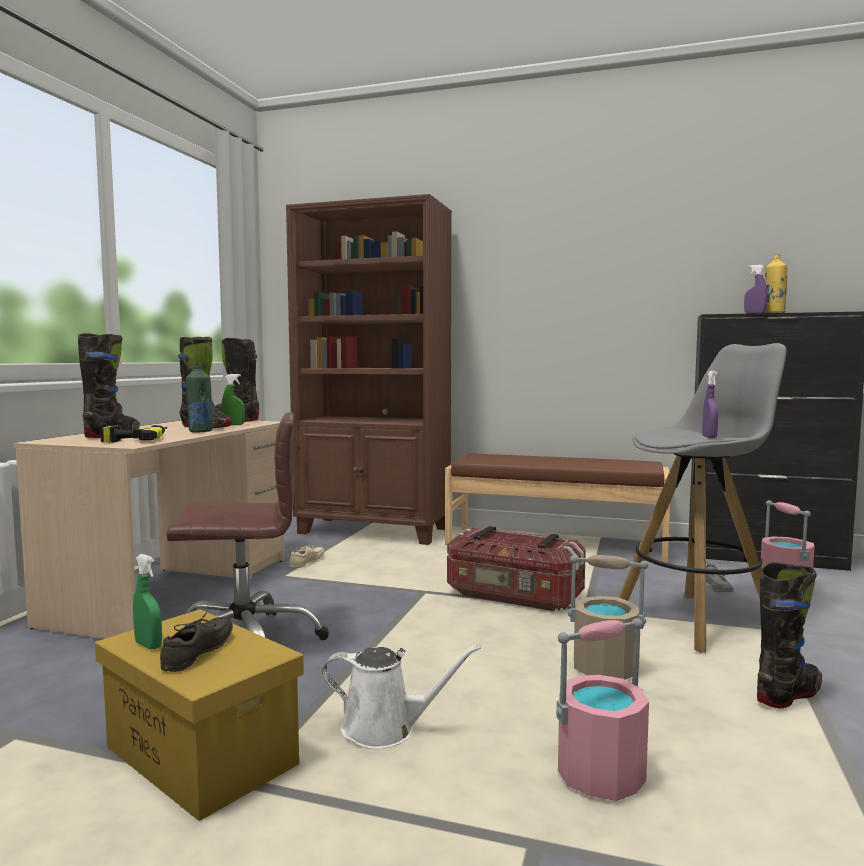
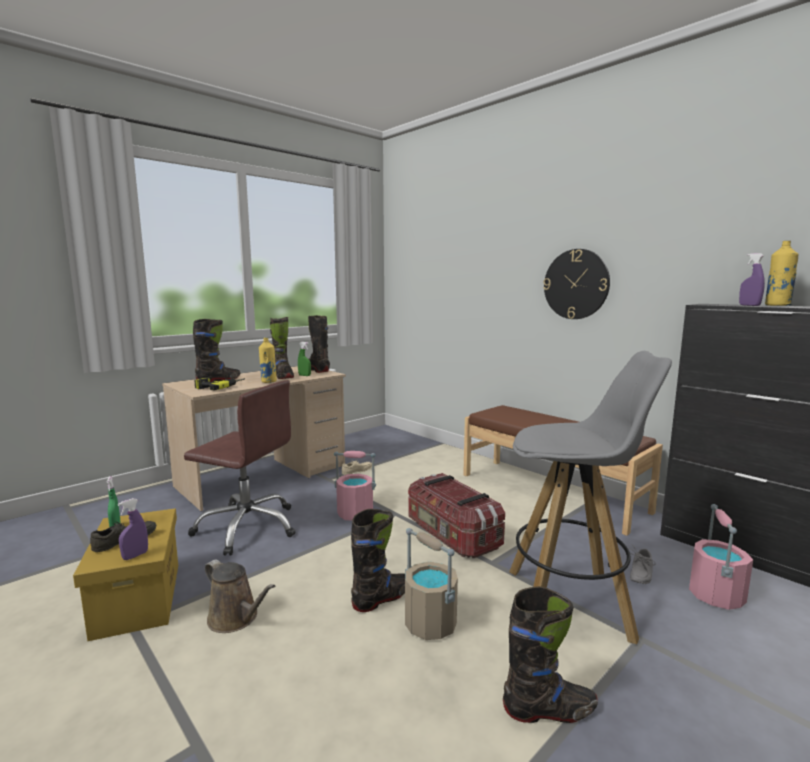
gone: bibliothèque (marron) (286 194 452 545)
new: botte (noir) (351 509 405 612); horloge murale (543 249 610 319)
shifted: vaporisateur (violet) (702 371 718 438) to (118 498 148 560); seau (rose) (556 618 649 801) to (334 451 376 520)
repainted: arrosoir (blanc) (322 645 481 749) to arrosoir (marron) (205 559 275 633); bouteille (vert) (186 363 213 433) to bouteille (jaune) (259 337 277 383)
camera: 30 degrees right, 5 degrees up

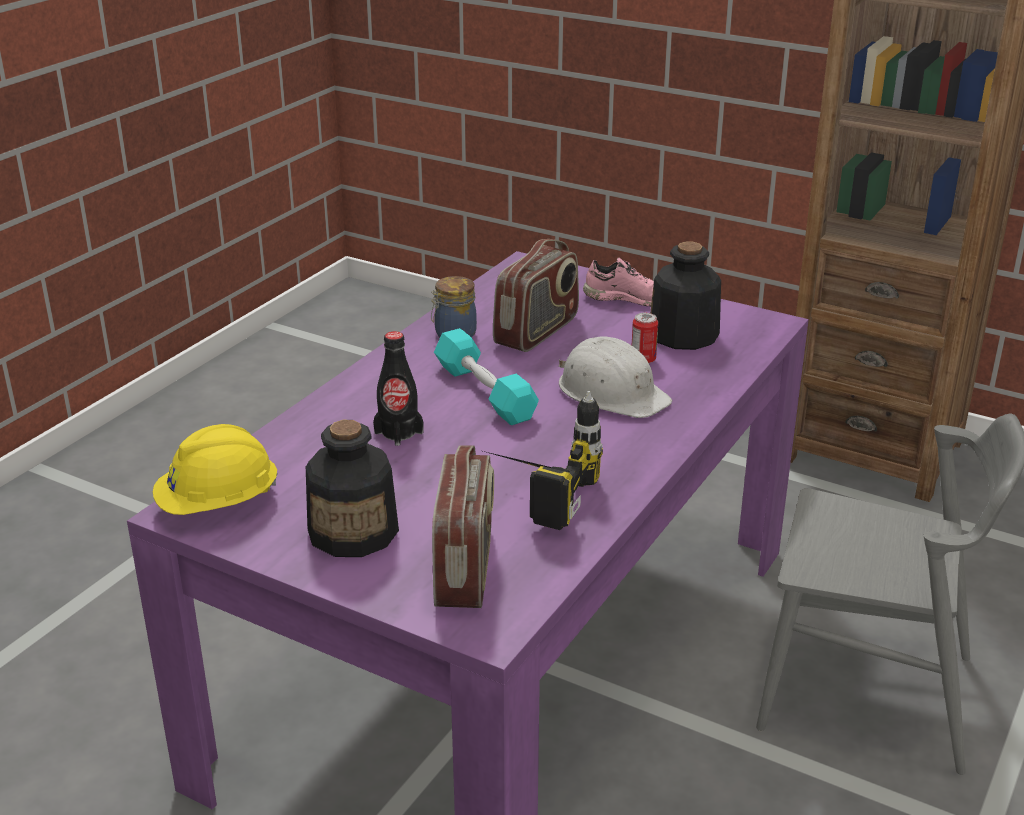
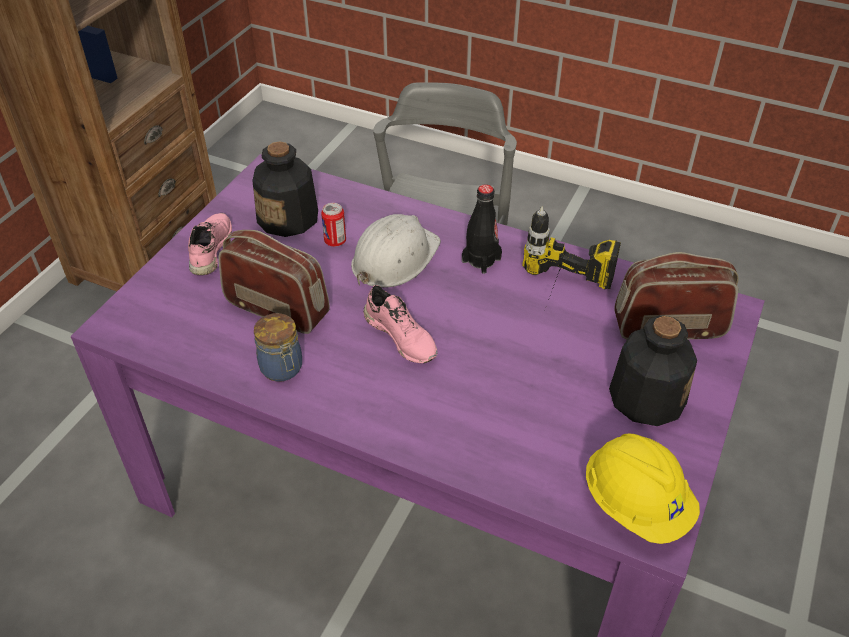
shifted: bouteille (noir) (373 331 424 446) to (462 184 502 274)
swapped: haltère (turquoise) (434 328 539 425) to chaussure (rose) (363 285 437 363)
camera: 95 degrees left, 15 degrees up

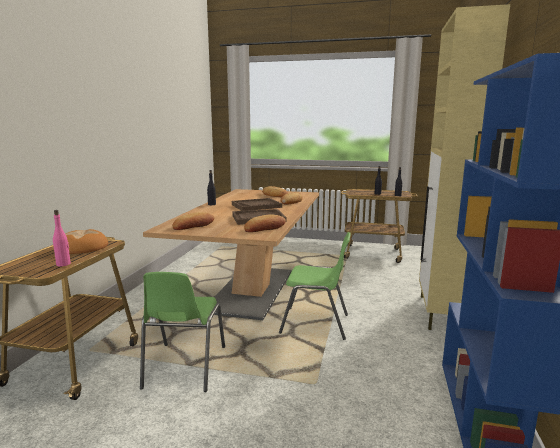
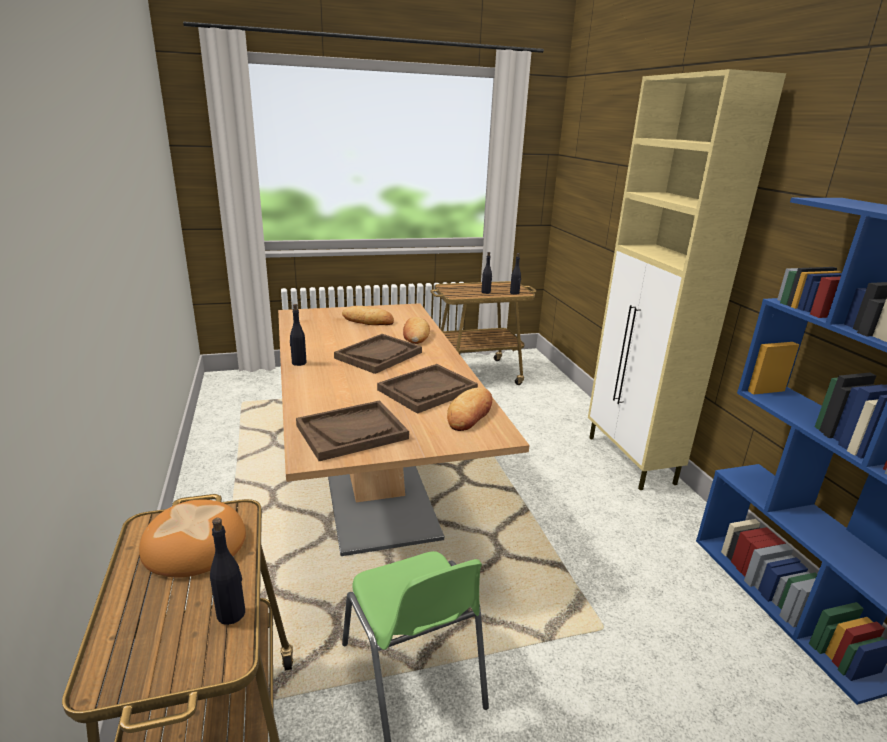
gone: chaise (vert) (279 232 351 340)
swapped: pain (172 212 214 230) to plateau (marron) (296 400 409 461)
repainted: bouteille (rose) (53 210 71 267) to bouteille (noir) (210 518 245 625)
camera: 30 degrees left, 10 degrees up

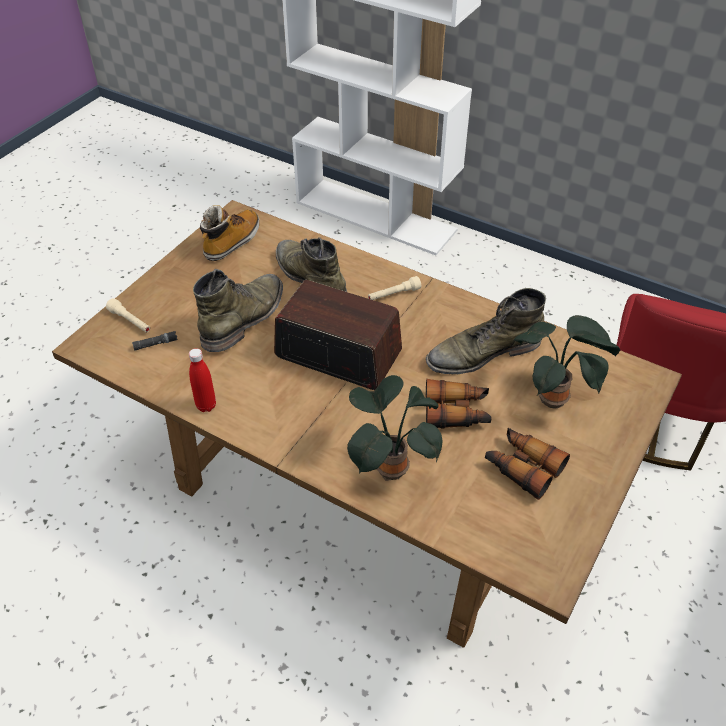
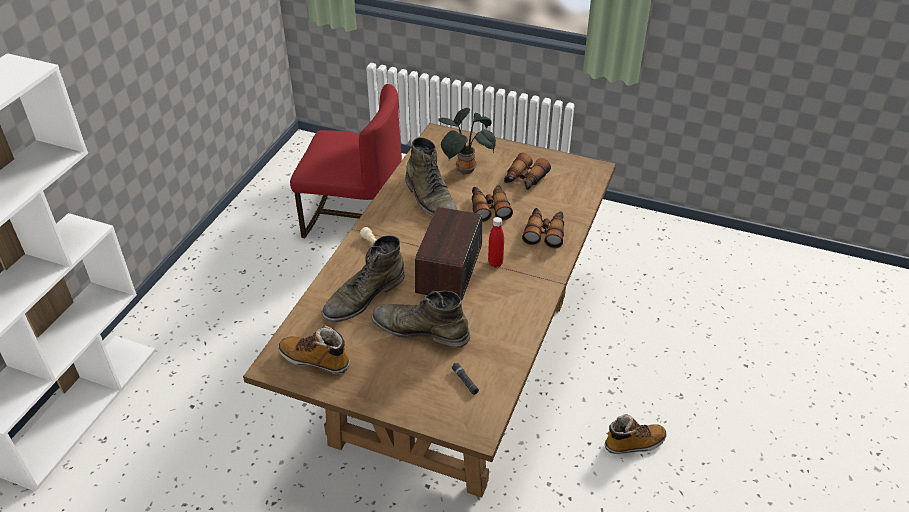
gone: lampe de poche (beige) (106 298 150 333)
new: botte (605 414 667 454)
shifted: bouteille (rouge) (189 348 216 412) to (488 217 504 268)
swapped: plante en pot (347 375 443 481) to jumelles (522 208 564 248)
camera: 100 degrees left, 5 degrees down

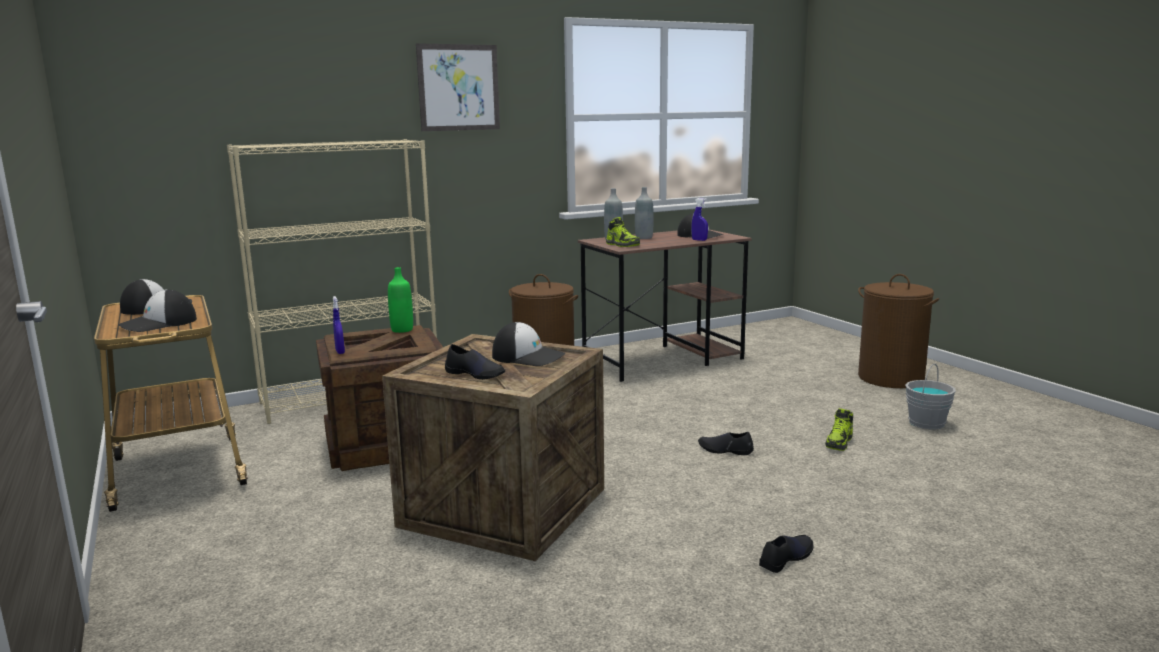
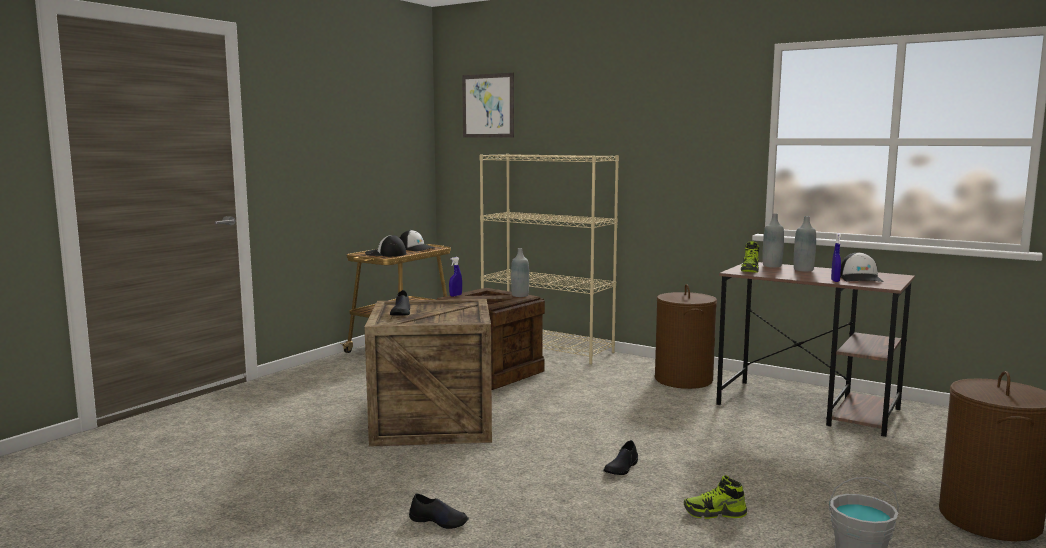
gone: casquette (492 322 565 366)
shifted: tableau (416 43 500 131) to (462 73 514 138)
repainted: bouteille (vert) (388 267 413 333) to bouteille (gris) (511 248 529 297)
rotated: chaussure (noir) (698 432 754 455) = (603 440 638 475) 135 degrees counterclockwise
camera: 60 degrees right, 5 degrees down

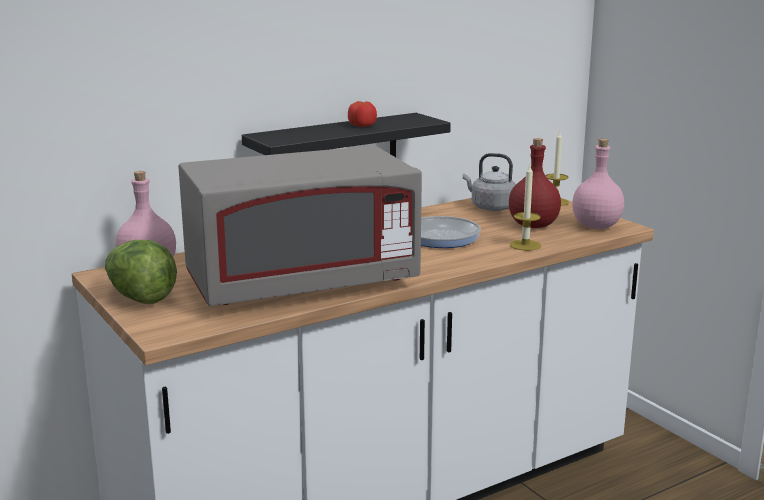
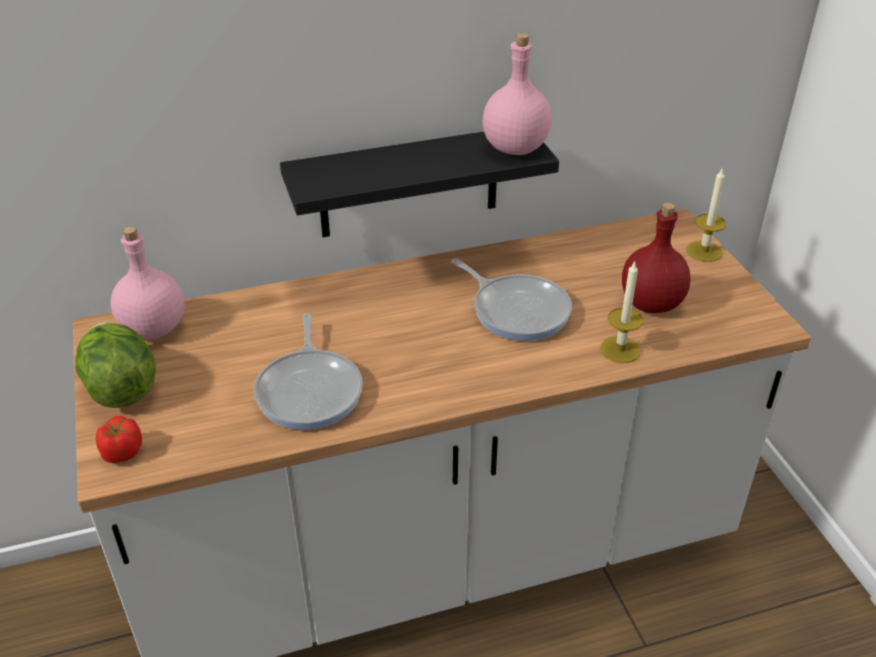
gone: bouilloire (gris) (463 153 516 211)
shifted: tomate (348 101 377 127) to (96 416 142 464); bouteille (rose) (572 139 624 229) to (482 33 552 155)
swapped: micro-ondes (gris) (178 146 422 306) to poêle (254 314 363 430)
camera: 15 degrees right, 20 degrees up

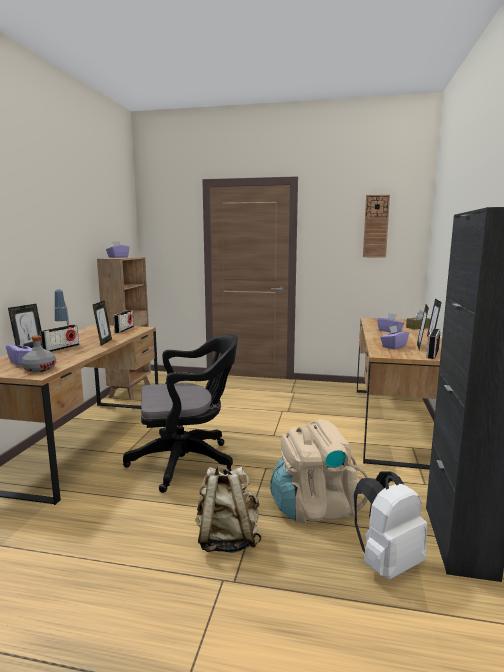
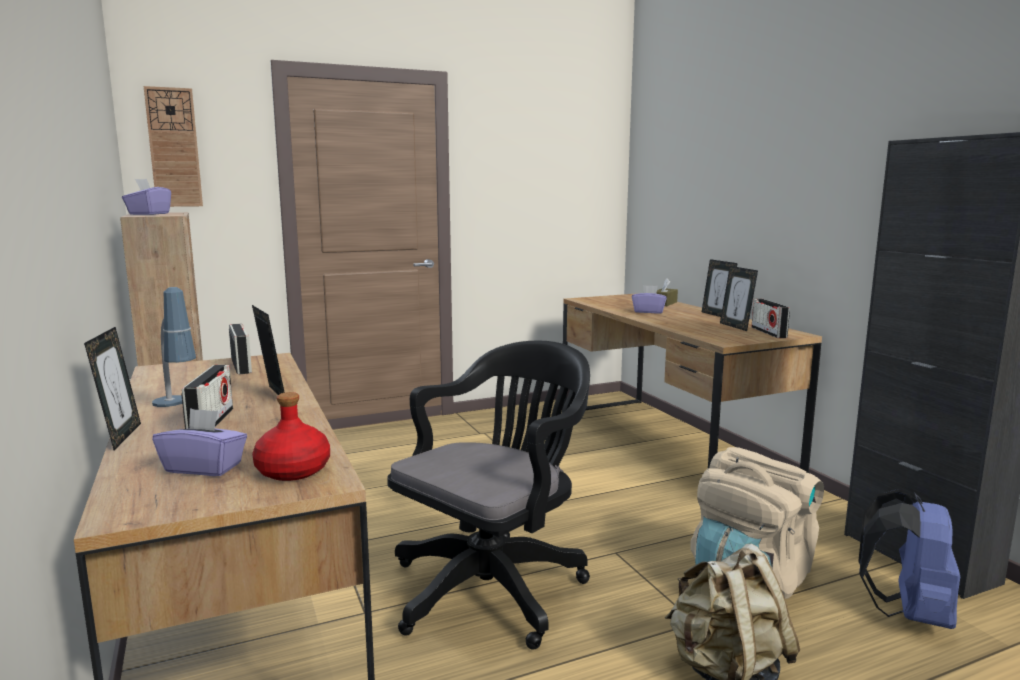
gone: boîte à mouchoirs (violet) (380 326 409 349)
shifted: horloge murale (363 195 390 258) to (144 86 203 207)
repainted: bouteille (gris) (21 335 56 372) to bouteille (rouge) (252 392 330 481); sac à dos (blanc) (354 472 427 580) to sac à dos (bleu) (858 489 960 629)
camera: 35 degrees left, 0 degrees up

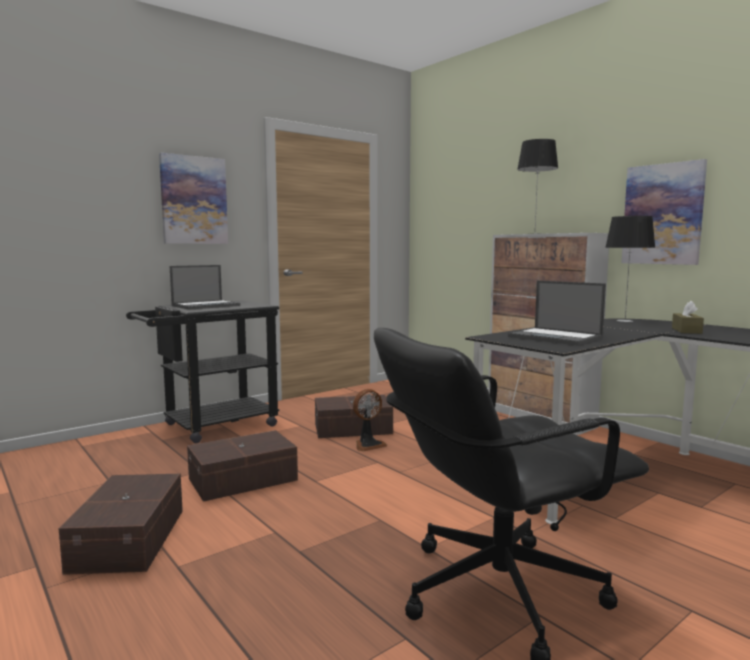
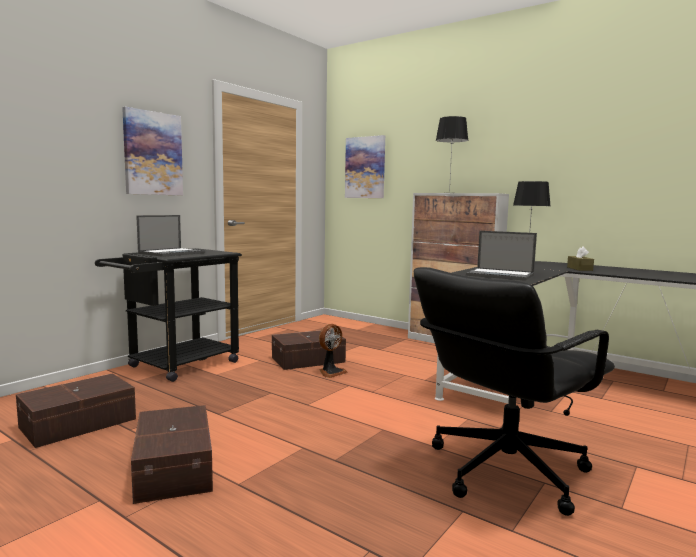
shifted: boîte de rangement (marron) (187 430 298 502) to (16 373 136 448); tableau (621 159 707 265) to (345 135 385 198)
camera: 15 degrees left, 0 degrees up

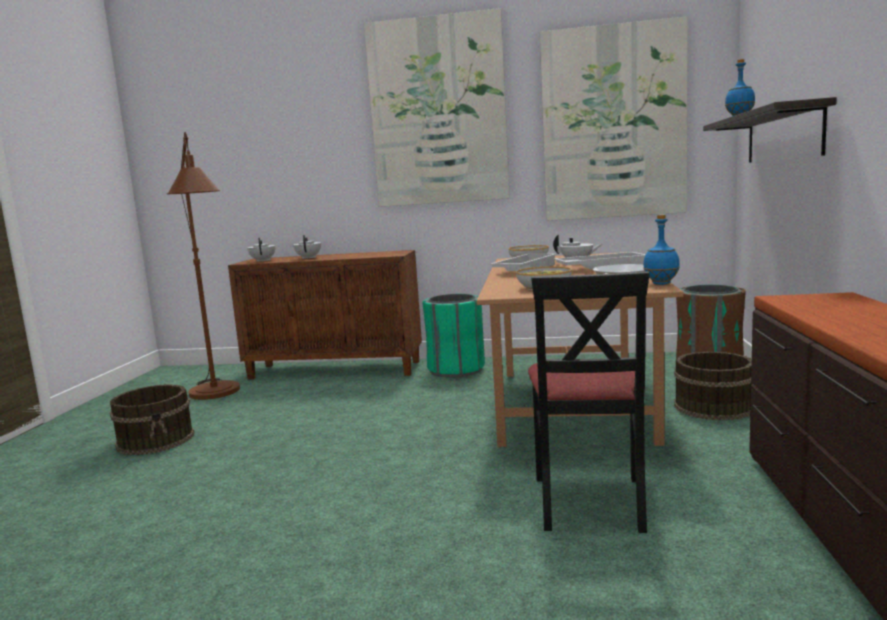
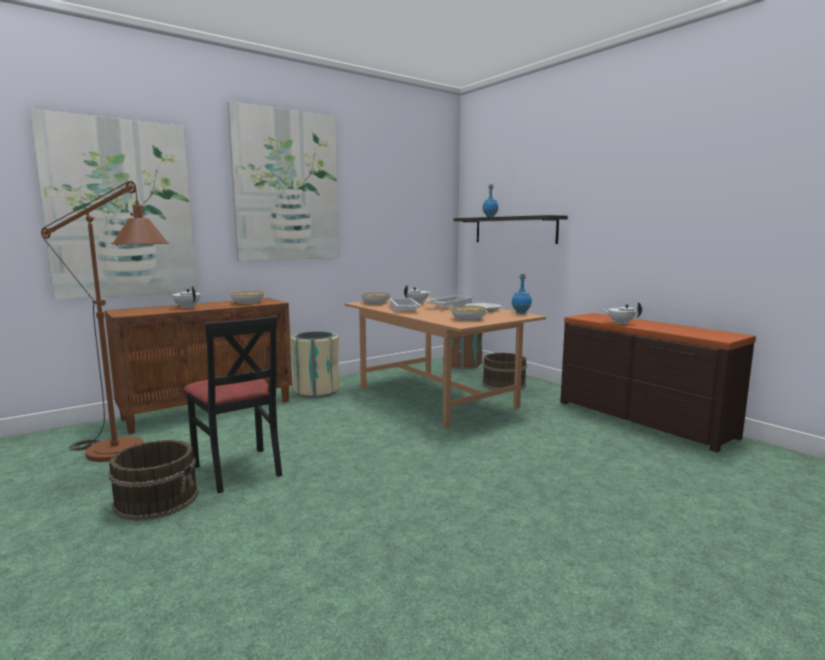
new: bol (231 291 264 304)
shifted: tableau (540 16 688 221) to (30 109 197 300); chaise (noir) (528 272 649 533) to (184 316 282 494); théière (blanc) (247 238 276 262) to (601 302 642 325)
repainted: poubelle (vert) (422 294 485 377) to poubelle (beige) (290 331 340 398)
camera: 45 degrees left, 0 degrees up

